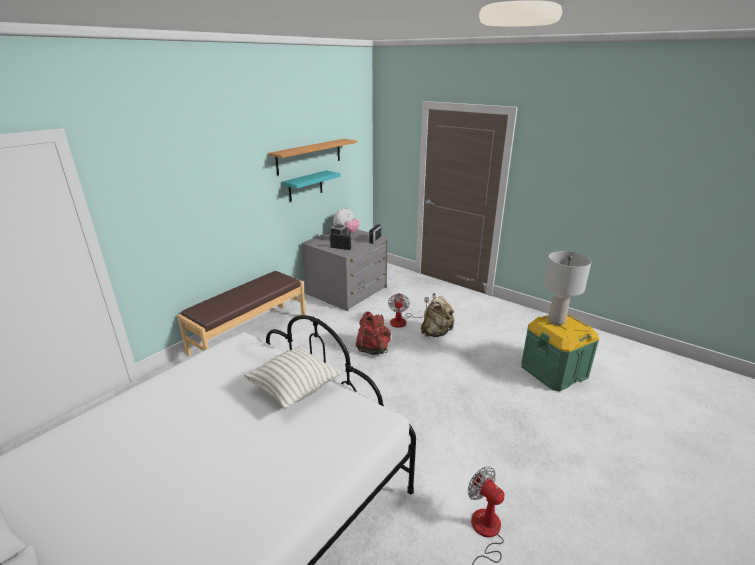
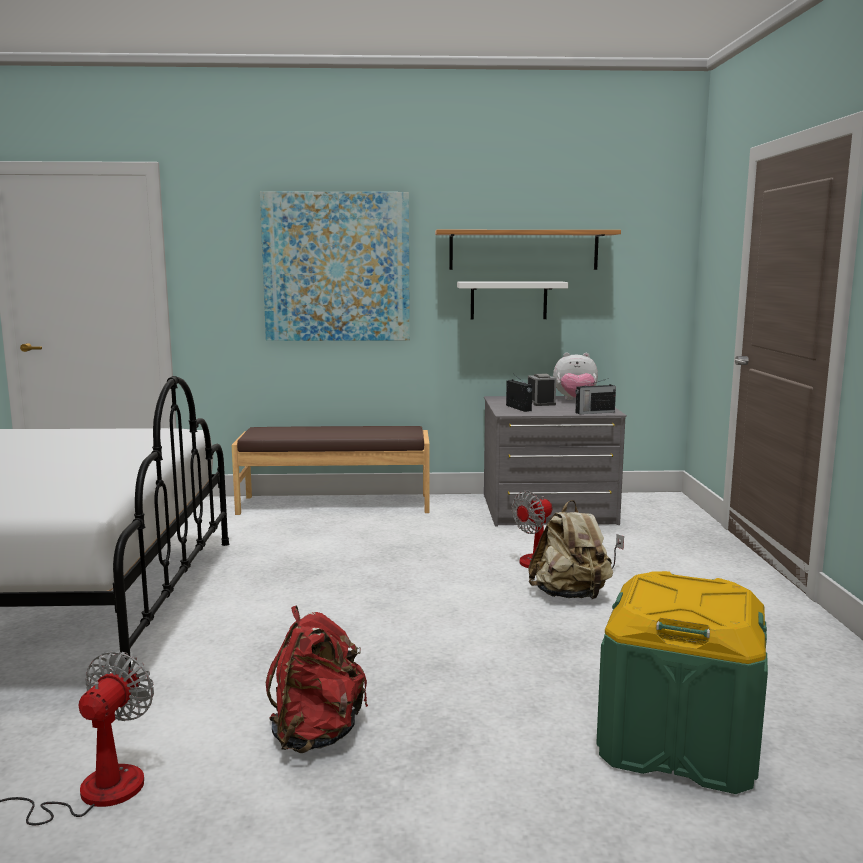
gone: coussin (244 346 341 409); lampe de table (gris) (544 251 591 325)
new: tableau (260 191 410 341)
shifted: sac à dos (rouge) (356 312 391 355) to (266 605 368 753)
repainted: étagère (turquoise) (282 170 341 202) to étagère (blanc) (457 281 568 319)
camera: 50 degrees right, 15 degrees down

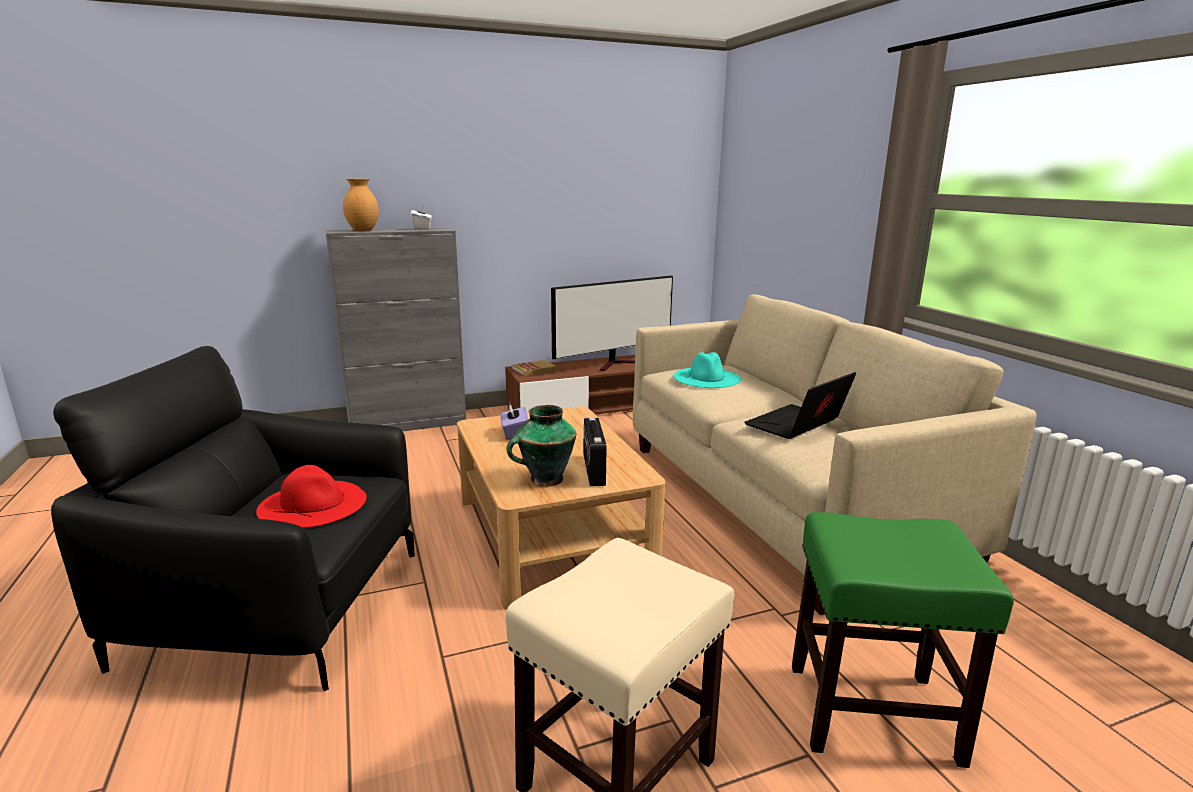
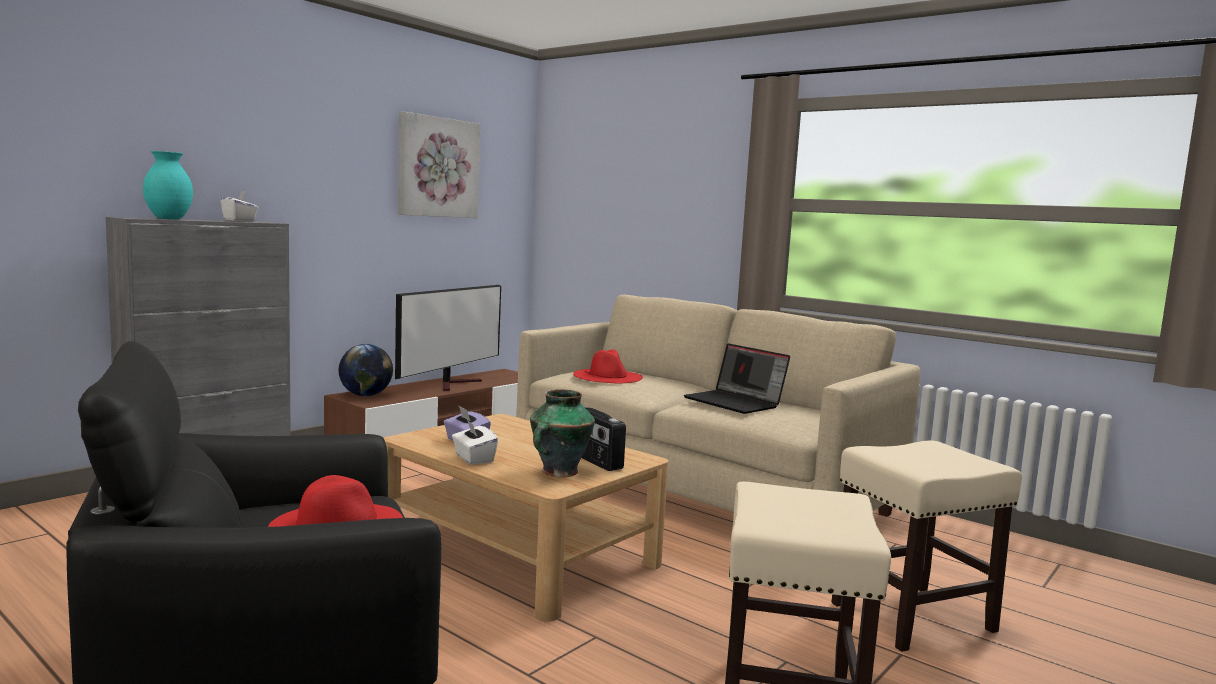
new: tableau (398 111 480 218); boîte à mouchoirs (blanc) (452 420 498 465)
swapped: livre (512 360 557 376) to globe (338 344 393 396)
repainted: vase (marron) (343 179 379 231) to vase (turquoise) (143 151 193 219); chapeau (turquoise) (673 352 741 388) to chapeau (rouge) (573 350 643 384); tabouret (vert) (792 512 1014 768) to tabouret (beige) (831 440 1022 652)
rotated: ordinateur portable (744 372 856 439) = (684 343 790 414) 60 degrees counterclockwise
camera: 30 degrees left, 10 degrees down

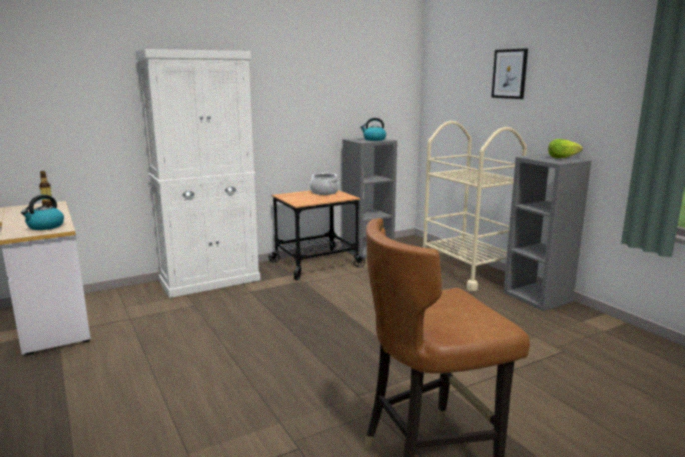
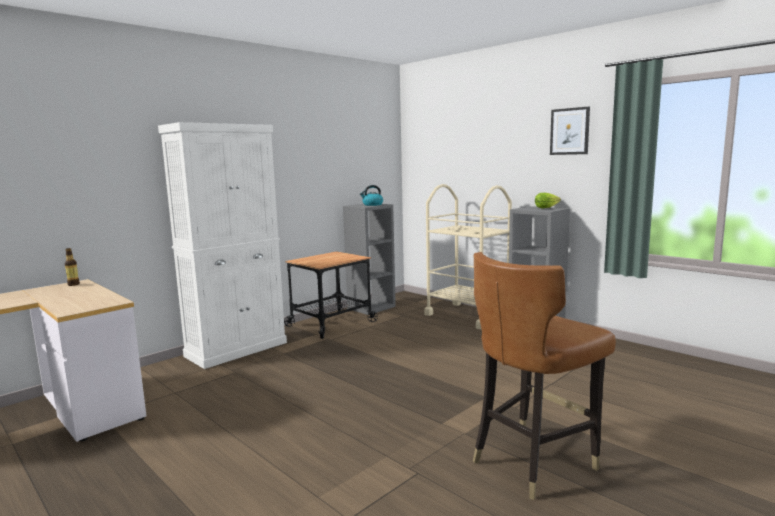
gone: bouilloire (21 195 64 230); marmite (310 173 339 195)
shifted: tableau (491 48 528 99) to (550 107 590 155)
camera: 15 degrees left, 5 degrees down

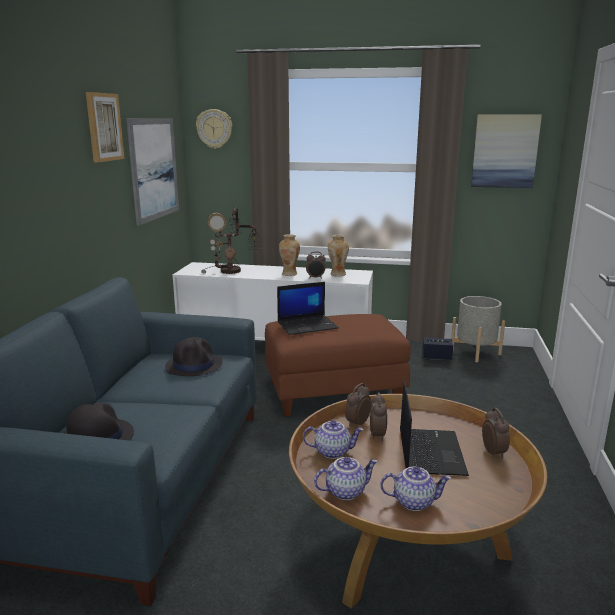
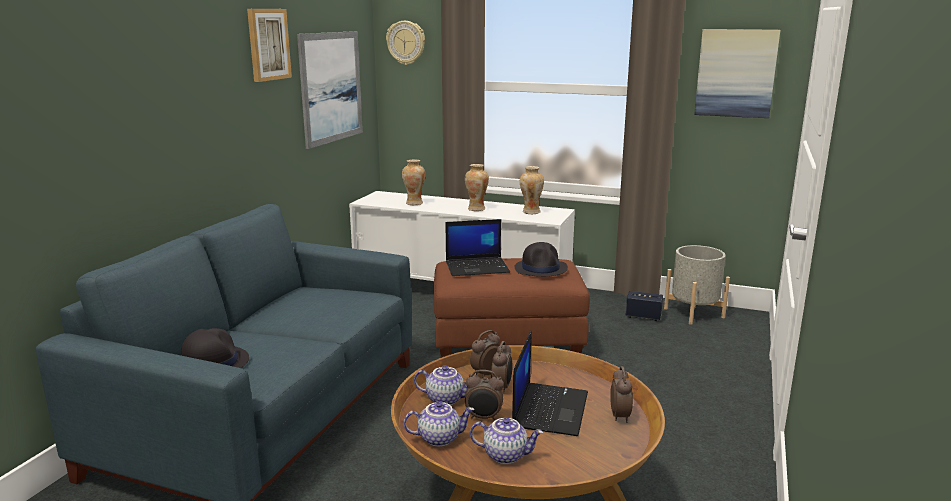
shifted: réveil (306 252 326 279) to (465 370 504 421); chapeau (noir) (165 337 222 376) to (515 242 568 277)
swapped: lampe de table (201 207 261 274) to vase (402 159 425 205)
camera: 10 degrees right, 0 degrees up

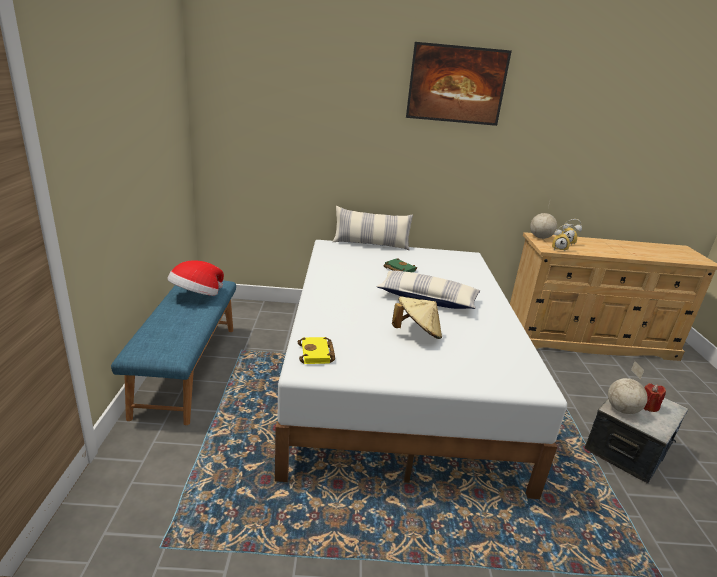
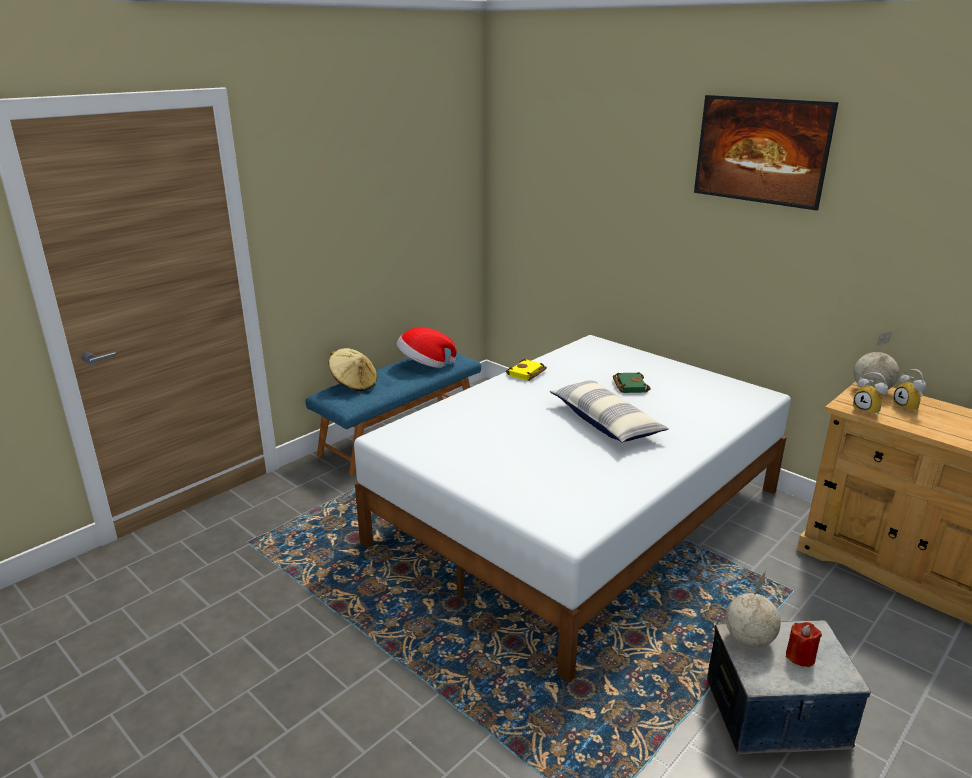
gone: coussin (333 206 413 250)
shifted: chapeau (beige) (392 296 442 339) to (329 348 377 391); livre (jaune) (297 337 335 364) to (506 359 547 381)
camera: 45 degrees right, 0 degrees up

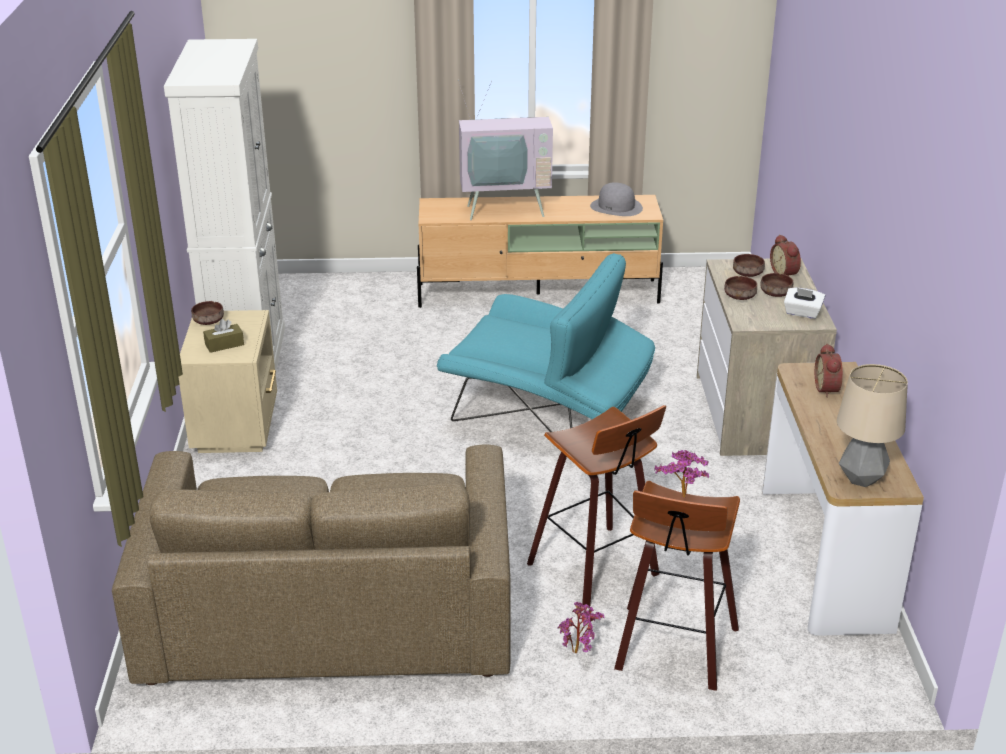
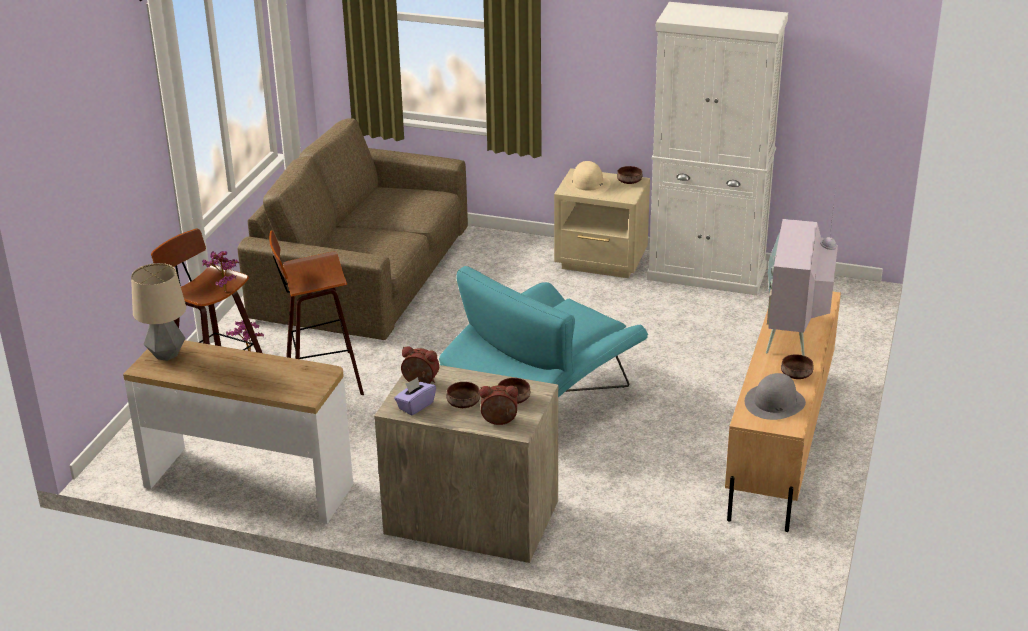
shifted: réveil (815 343 843 398) to (401 346 439 384); bol (marron) (724 276 757 300) to (781 354 814 379)
swapped: boîte à mouchoirs (marron) (203 319 244 353) to chapeau (beige) (565 161 611 196)
repainted: boîte à mouchoirs (blanc) (784 288 825 319) to boîte à mouchoirs (violet) (394 377 436 415)
camera: 110 degrees right, 0 degrees up

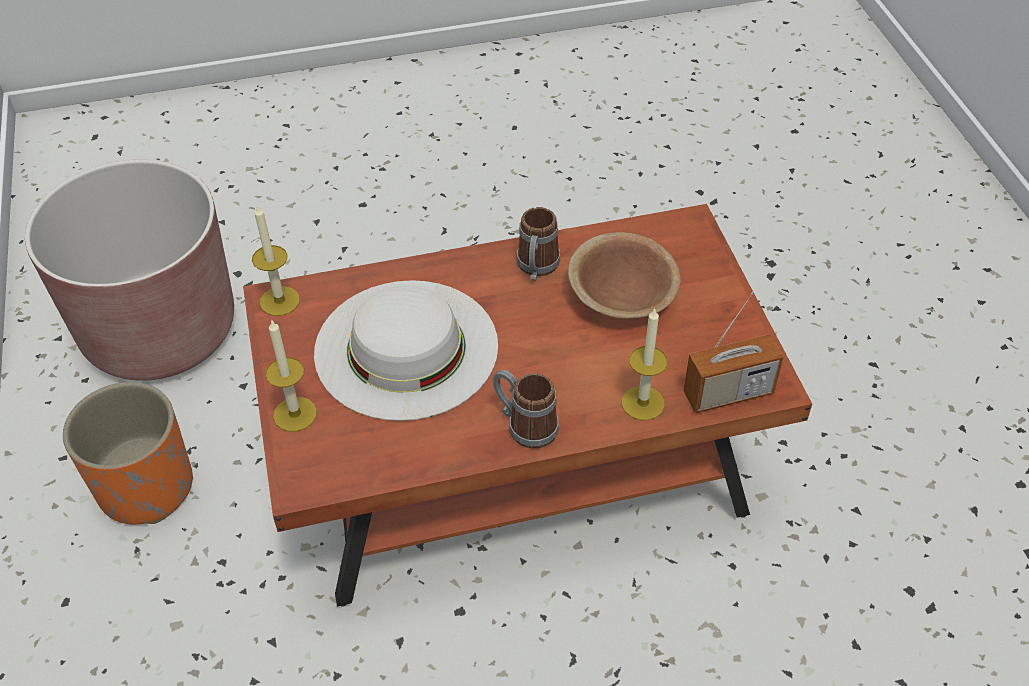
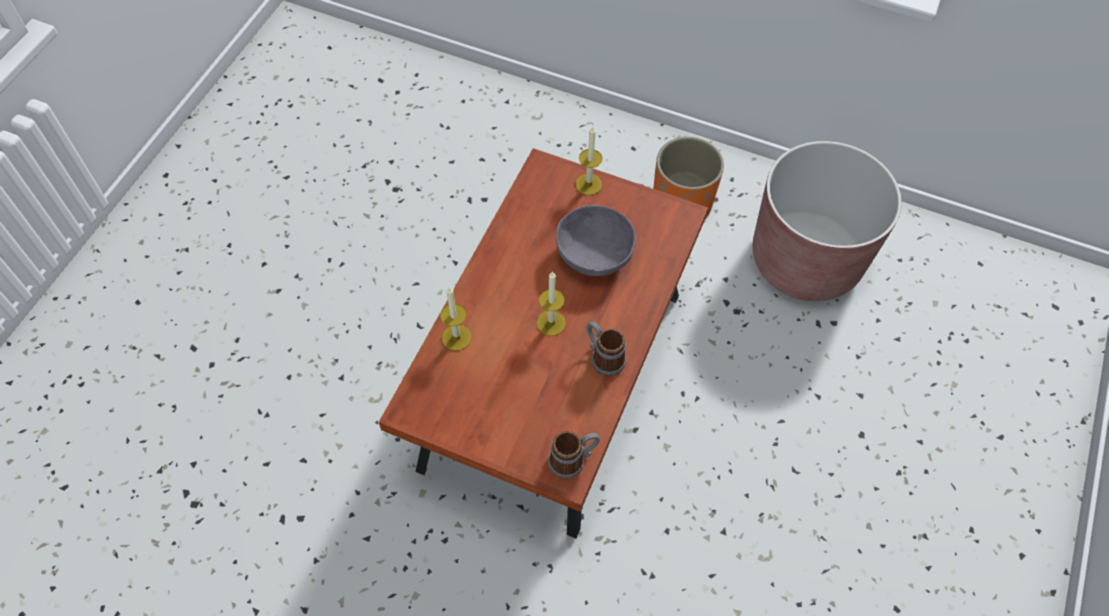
gone: bol (marron) (568 232 680 318); radio (683 291 783 413)
shifted: bougie (252 205 300 316) to (537 271 566 336); mug (493 370 559 449) to (548 431 600 479)
swapped: chapeau (blanc) (314 280 498 421) to bol (gris) (556 205 636 276)
camera: 125 degrees right, 10 degrees up

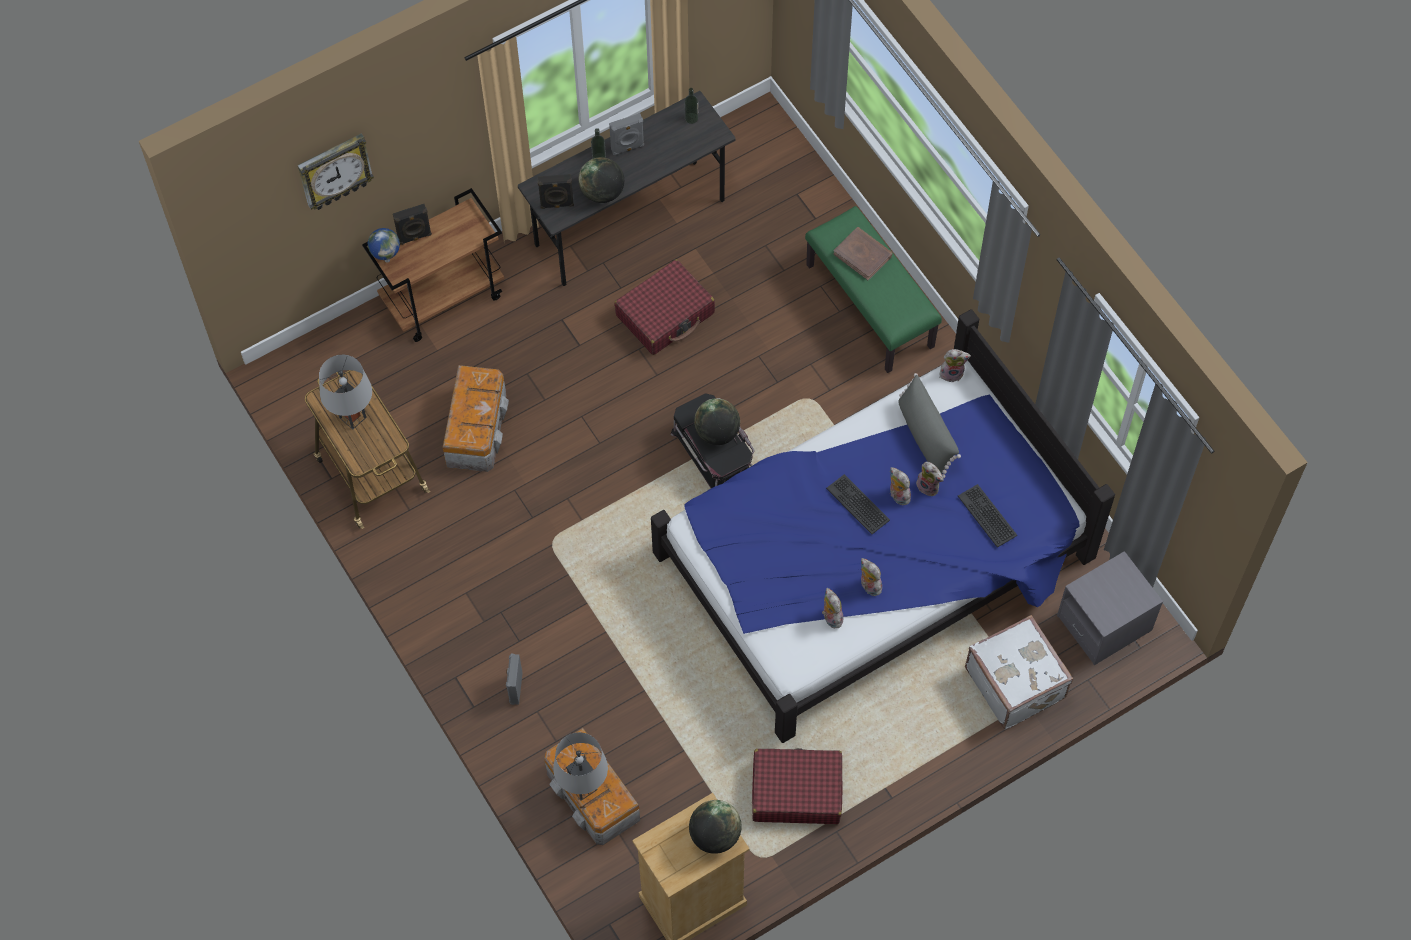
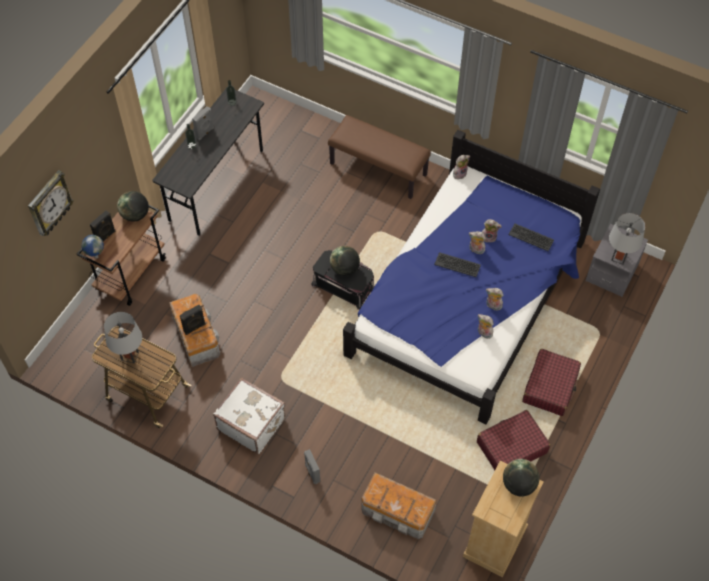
gone: livre (marron) (833 227 893 280); coussin (gris) (899 373 961 478)
shifted: globe (579 157 624 203) to (117 191 149 222); enceinte (noir) (538 174 574 209) to (180 305 206 335); valise (blanc) (965 615 1073 730) to (213 378 285 454); valise (rouge) (614 259 715 355) to (522 349 581 416); lampe de table (gris) (553 732 608 801) to (609 213 645 265)
repainted: banc (vert) (805 206 942 373) to banc (marron) (328 115 431 199)
camera: 30 degrees left, 5 degrees down

